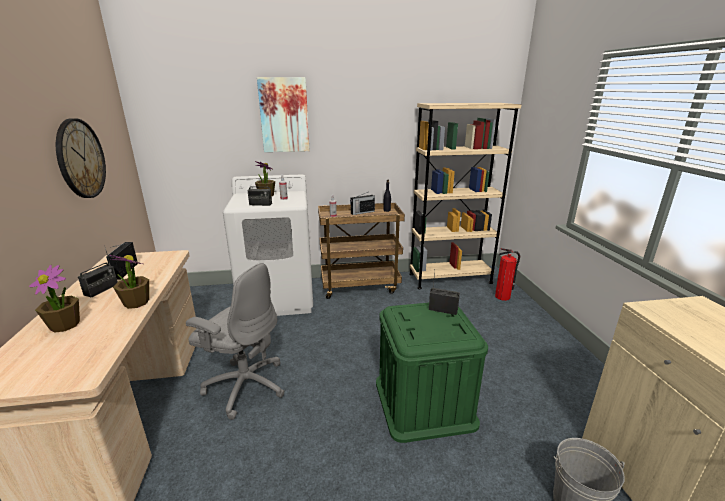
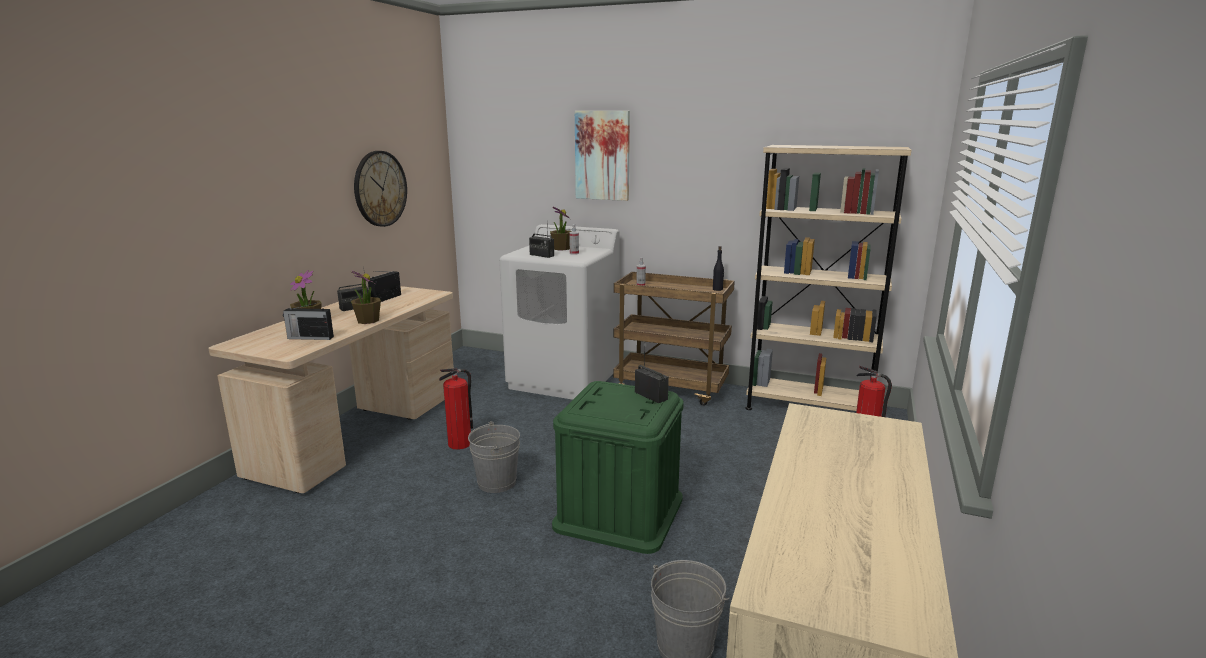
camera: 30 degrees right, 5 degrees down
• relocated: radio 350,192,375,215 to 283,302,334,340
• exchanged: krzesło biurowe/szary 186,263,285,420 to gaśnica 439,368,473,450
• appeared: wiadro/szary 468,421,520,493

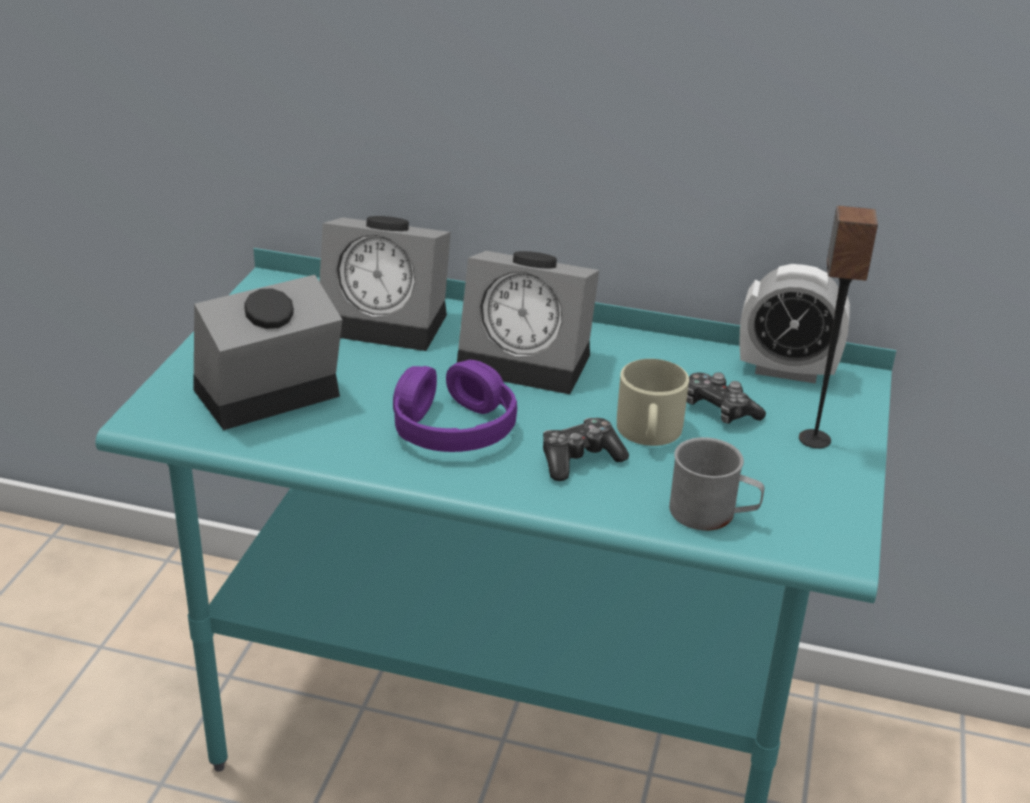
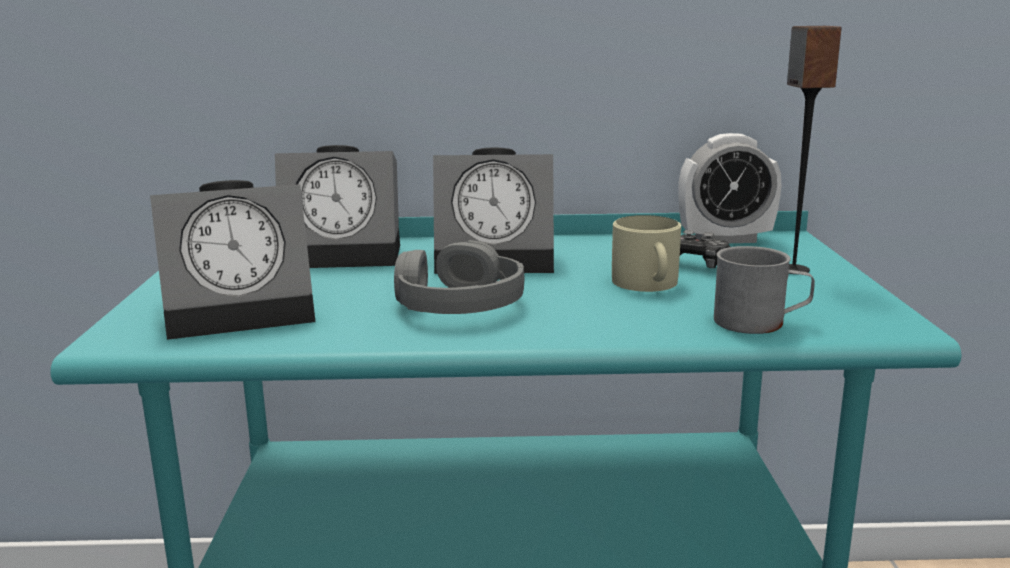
camera: 15 degrees left, 15 degrees down
• spun: budzik 194,275,342,430 = 150,180,315,340 150 degrees counterclockwise
• colour: słuchawki/fioletowy 393,360,517,452 to słuchawki/szary 394,240,525,314
• missing: pad do gier 543,418,629,481

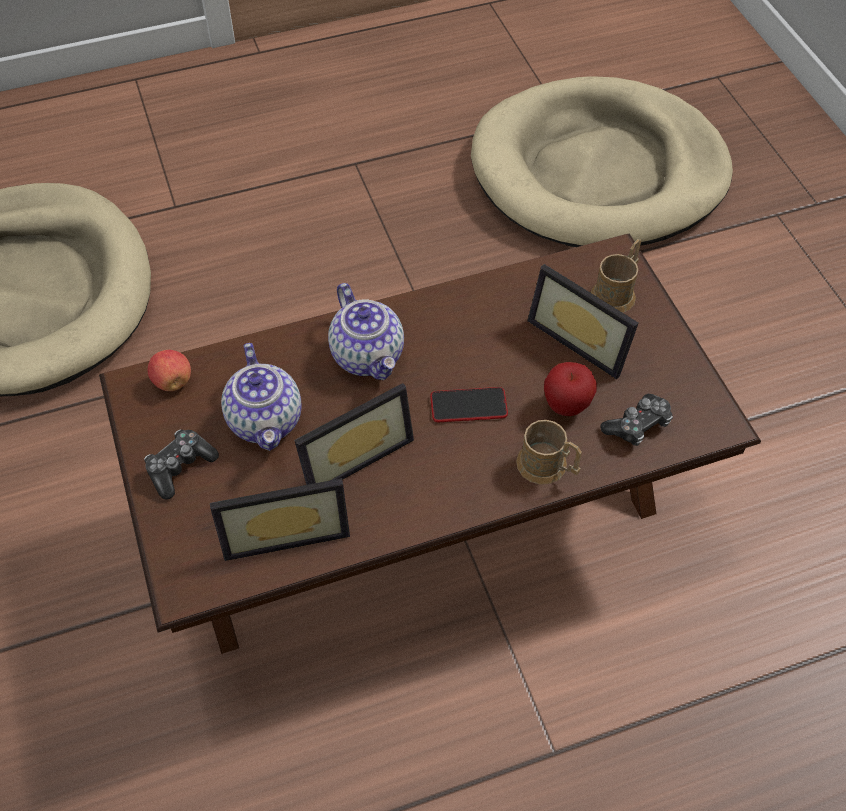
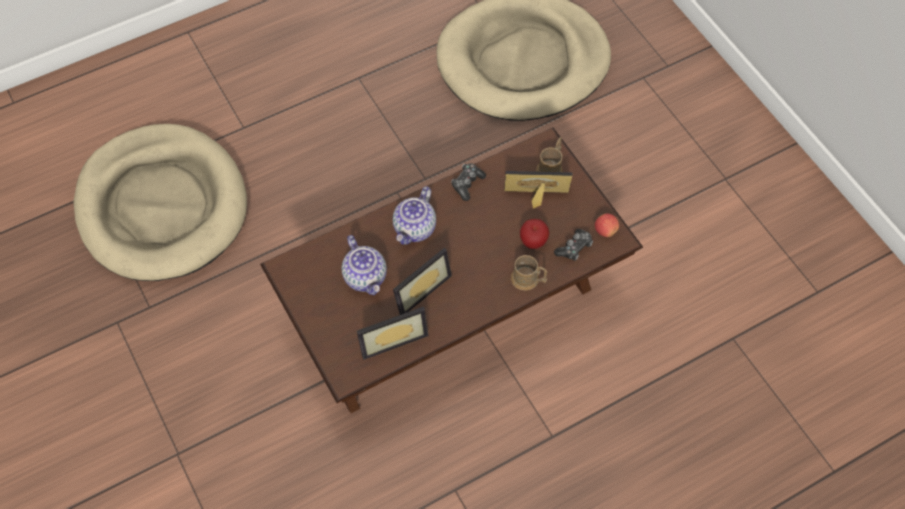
camera: 10 degrees left, 5 degrees up
• spun: imbryk 328,283,404,380 = 393,186,436,245 60 degrees clockwise
• relocated: pad do gier 144,430,219,499 to 451,163,486,201
• spun: ramka na zdjęcie 527,264,639,379 = 504,171,572,209 150 degrees clockwise
• relocated: jabłko 148,350,191,391 to 595,214,619,237
• missing: telefon 430,387,508,422

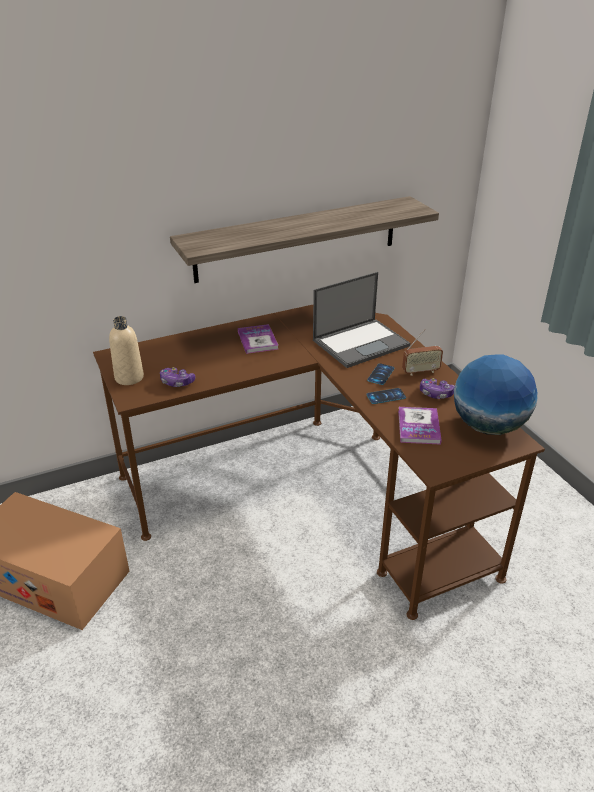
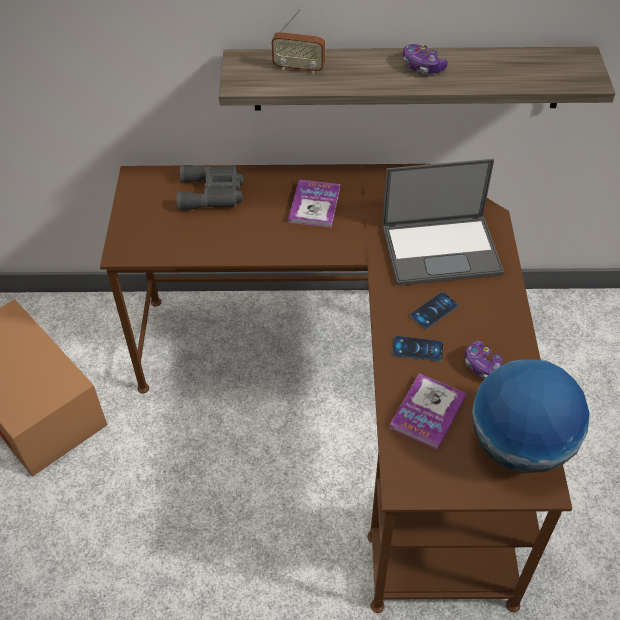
camera: 25 degrees right, 15 degrees up
• appeared: lornetka/szary 177,165,243,210
• relocated: radio 402,329,443,376 to 271,9,325,74
• relocated: pad do gier 160,367,195,387 to 403,44,448,74
• missing: butelka/beżowy 109,316,144,385

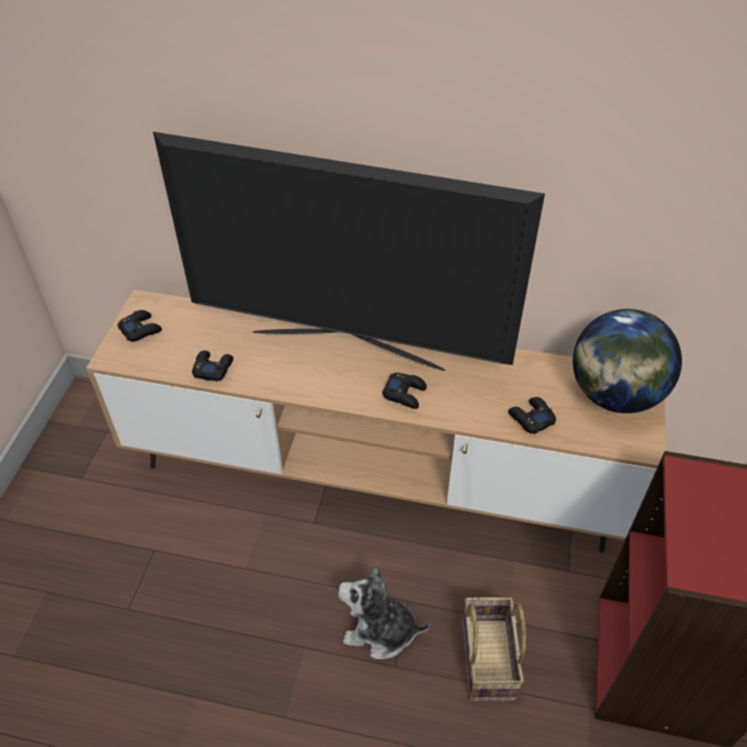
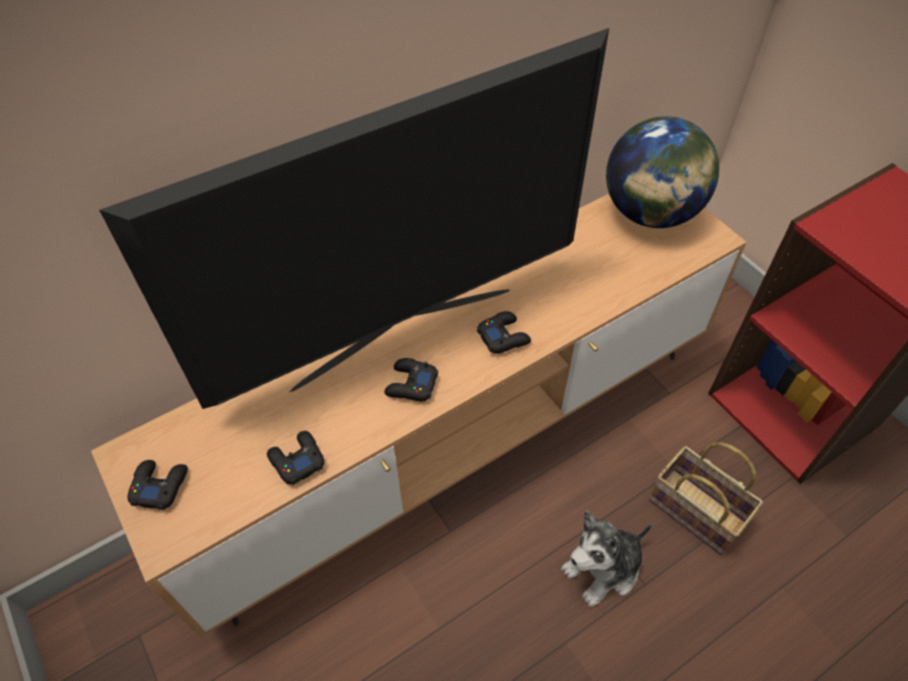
camera: 45 degrees left, 5 degrees up
• relocated: pad do gier/czarny 508,397,556,434 to 384,358,438,401

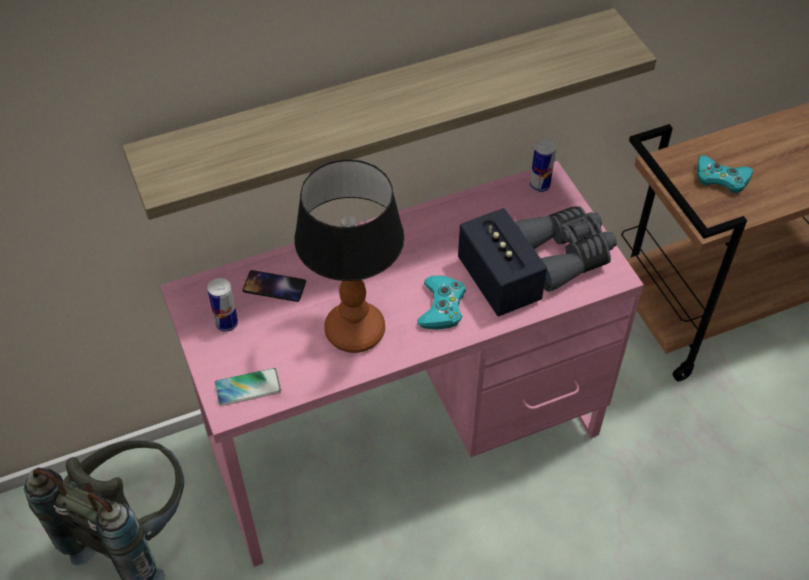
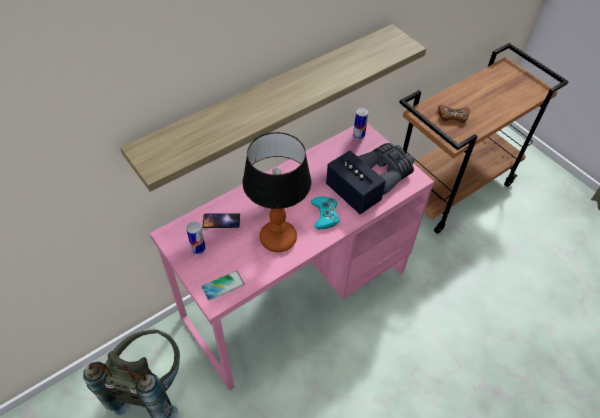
camera: 15 degrees left, 0 degrees up
• colour: pad do gier/turkusowy 697,155,753,193 to pad do gier/brązowy 438,105,470,123

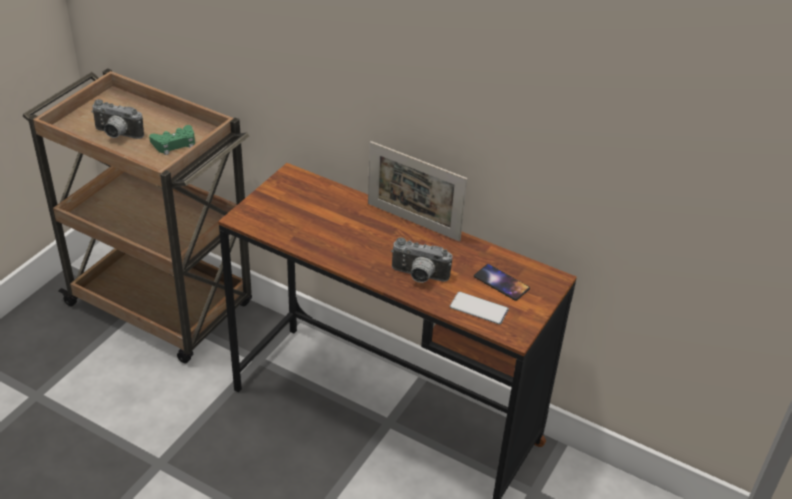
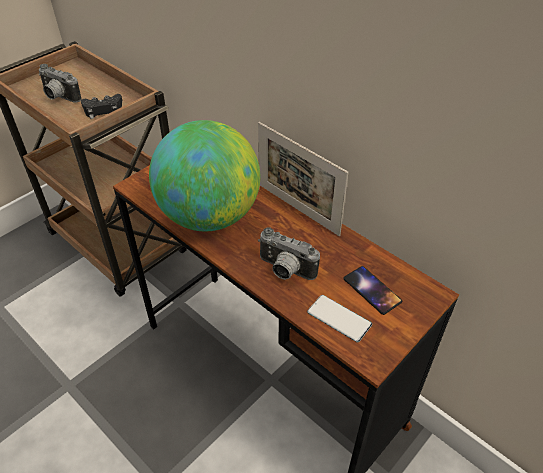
camera: 15 degrees right, 5 degrees up
• colour: pad do gier/zielony 149,125,195,155 to pad do gier/czarny 81,94,122,119
• appeared: globus 149,120,260,231

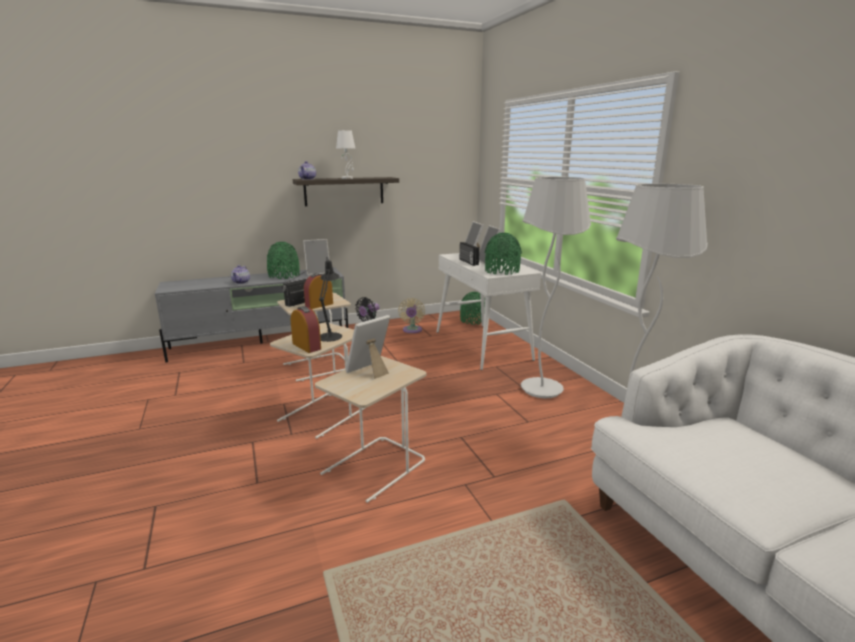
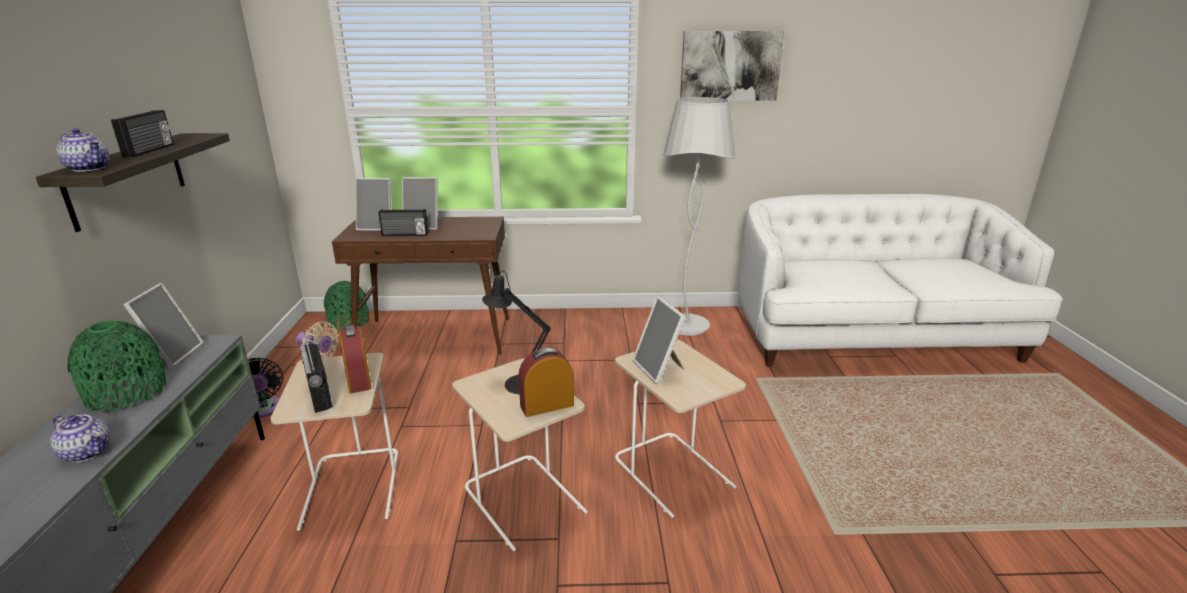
camera: 70 degrees left, 5 degrees up
• exchanged: lampa stołowa/biały 336,130,356,179 to radio 111,110,174,157
• colour: stolik konsolowy/biały 437,253,541,370 to stolik konsolowy/brązowy 332,217,509,355
• appeared: obraz 680,31,785,101
• missing: wazon/zielony 485,233,522,275
• missing: lampa stojąca/biały 521,177,591,399

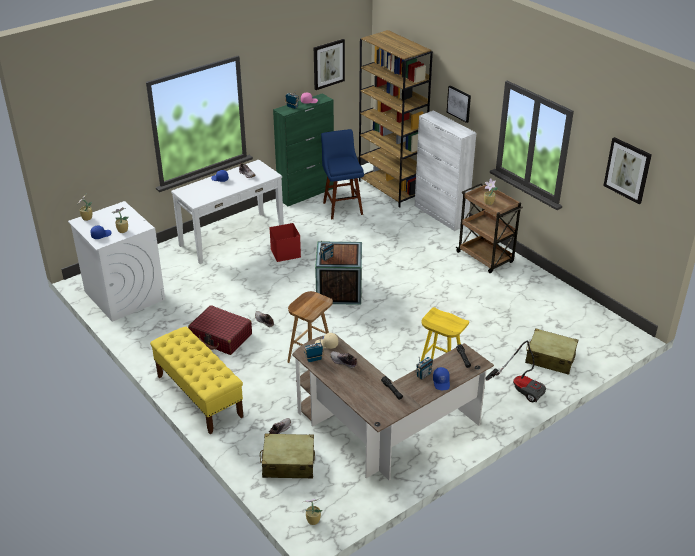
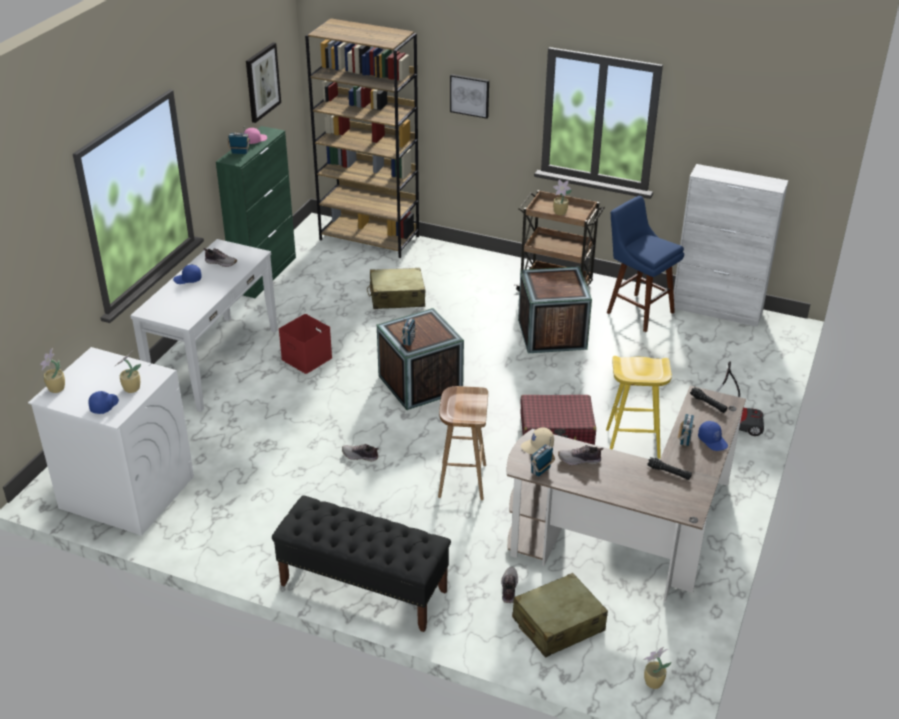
camera: 30 degrees left, 0 degrees up
• colour: ławka/żółty 150,326,244,434 to ławka/czarny 272,495,451,632
• relocated: walizka/beżowy 525,329,578,375 to 367,268,425,309
• appeared: skrzynka 518,267,592,353
• relocated: walizka/czerwony 188,305,252,355 to 521,395,596,445
• relocated: stołek/niebieski 321,129,364,219 to 607,196,684,332
• relocated: szafka/biały 415,110,476,231 to 674,164,788,327
• missing: obraz 603,137,652,204

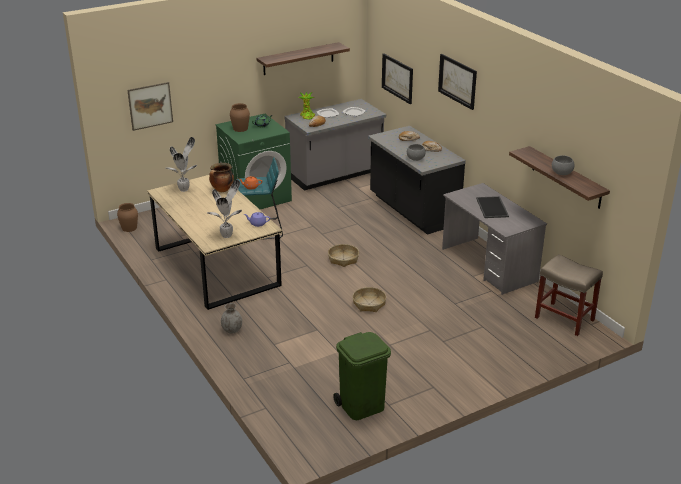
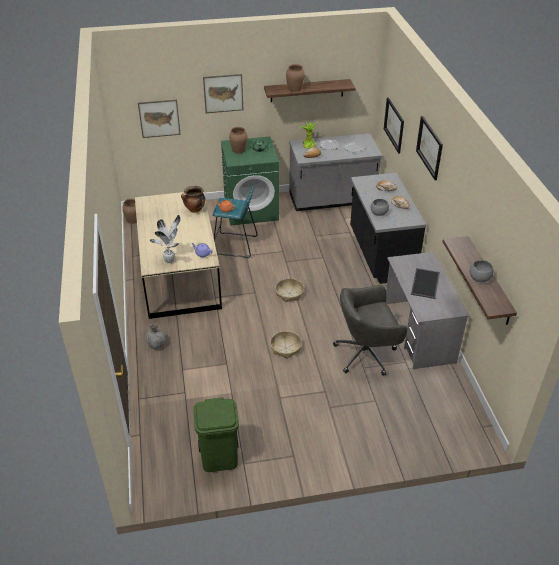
camera: 20 degrees right, 10 degrees up
• appeared: obraz 203,74,243,113
• appeared: wazon/brązowy 286,64,305,92
• appeared: krzesło biurowe/szary 333,285,407,376
• missing: roślina doniczkowa 166,137,197,192
• missing: stołek/beżowy 535,254,603,336

